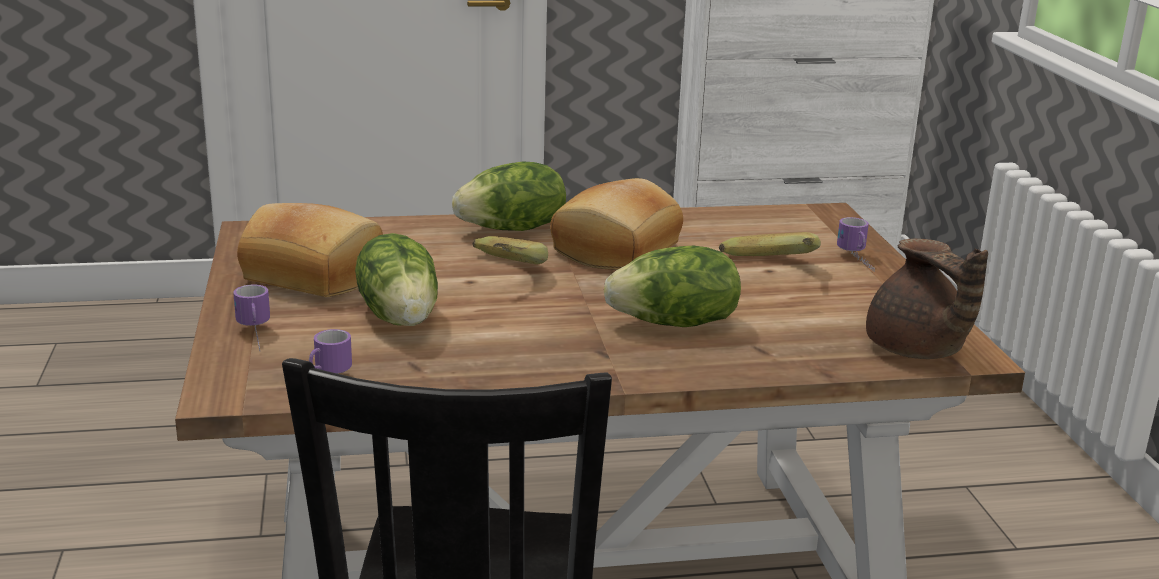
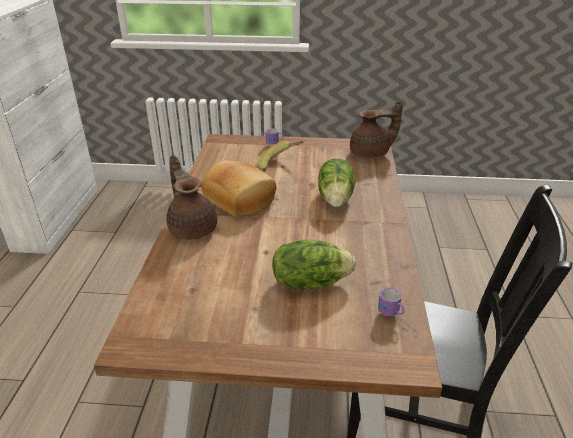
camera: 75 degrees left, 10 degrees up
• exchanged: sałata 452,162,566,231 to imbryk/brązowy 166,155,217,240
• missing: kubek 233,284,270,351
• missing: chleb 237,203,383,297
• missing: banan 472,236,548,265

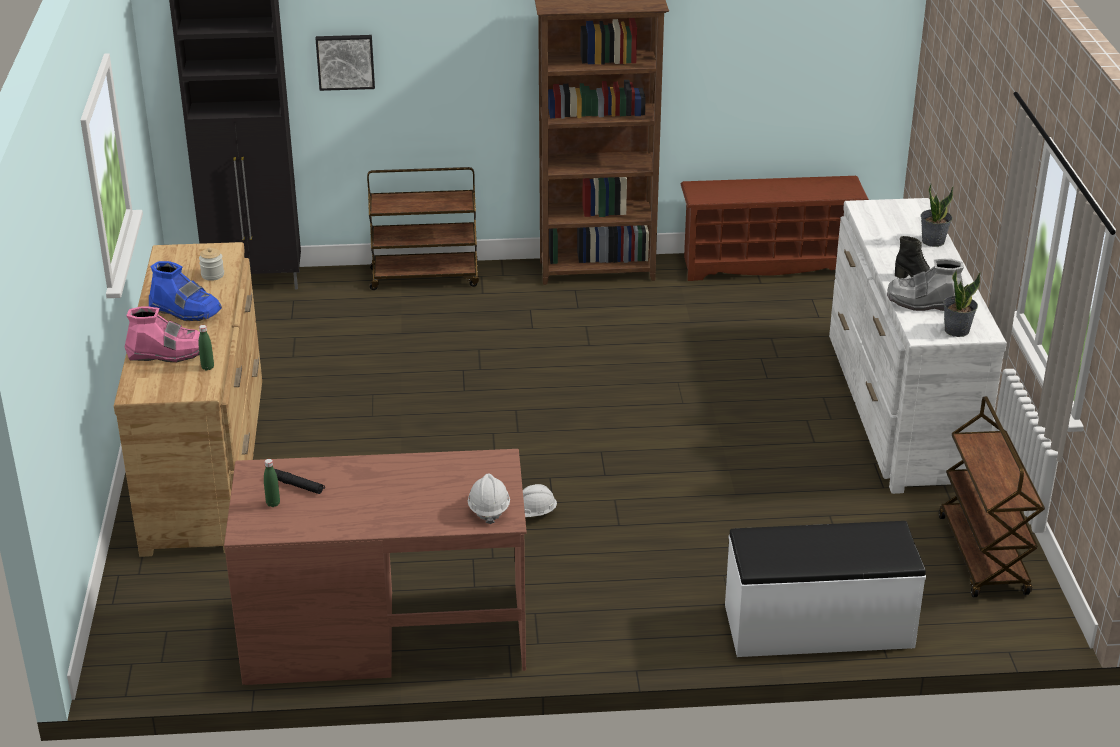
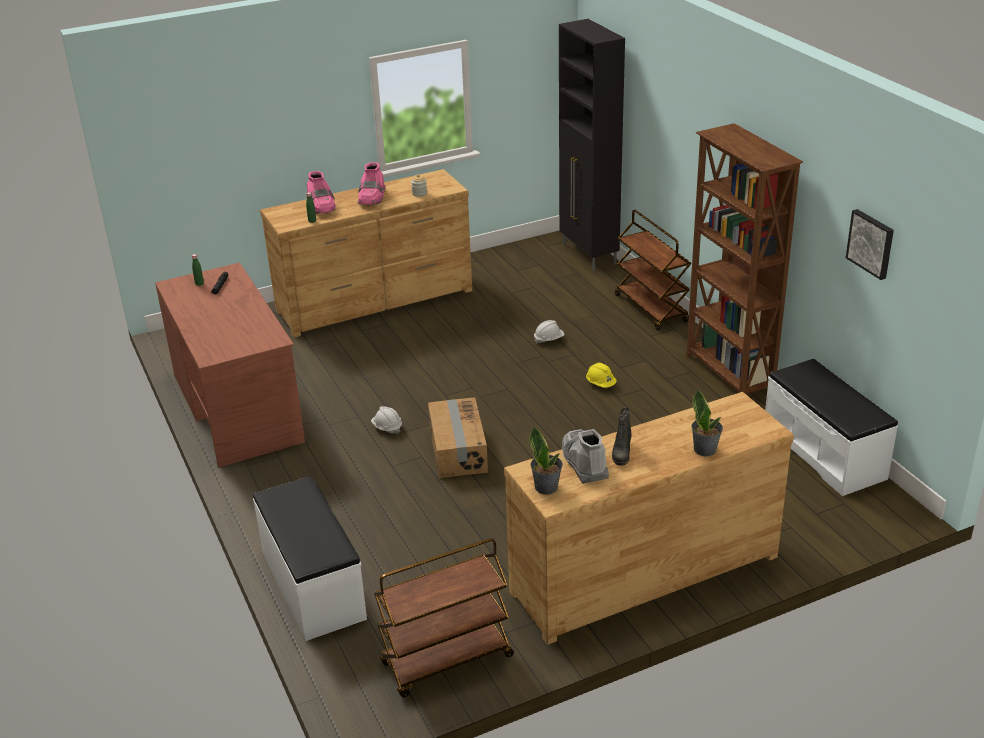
camera: 70 degrees right, 0 degrees up
• colour: but z cholewką/niebieski 149,261,222,321 to but z cholewką/różowy 358,162,386,205
• appeared: karton 428,397,488,478
• colour: komoda/biały 829,198,1007,494 to komoda/brązowy 504,392,794,645
• relocated: kask/biały 468,473,510,524 to 534,320,564,343
• appeared: kask/żółty 586,363,617,388
• exchanged: regał na buty/brązowy 681,176,869,281 to ławka/biały 765,359,898,496
• relocated: obraz 316,35,375,91 to 846,209,894,280

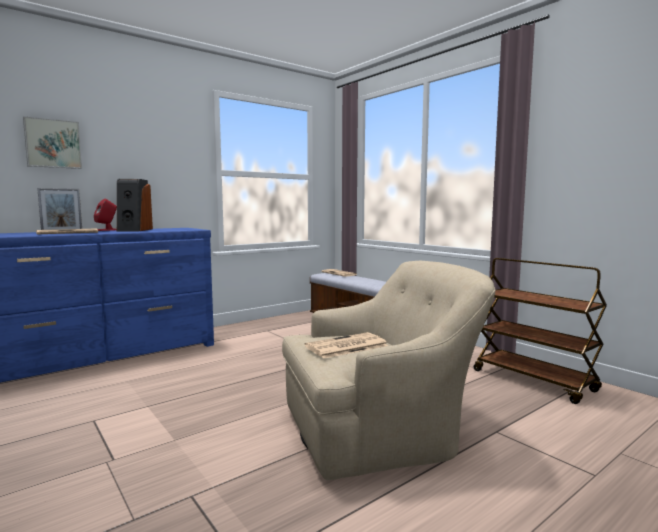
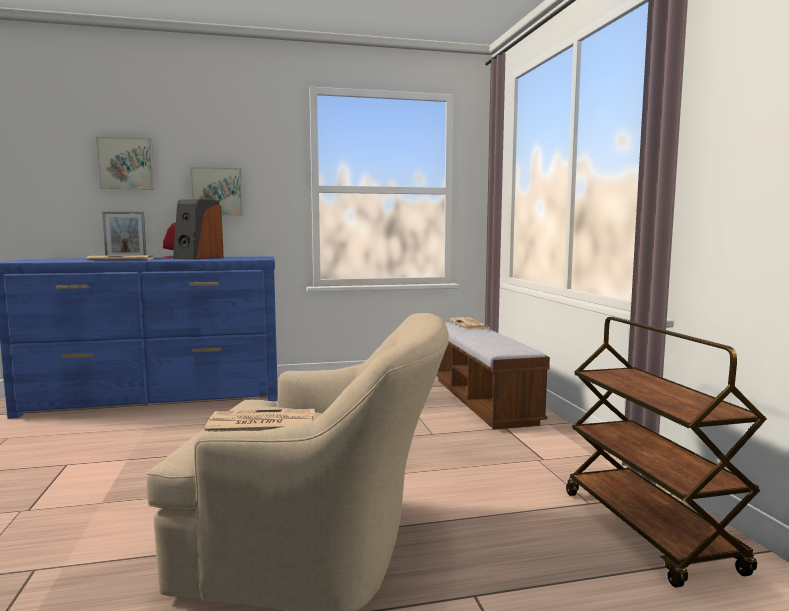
camera: 25 degrees right, 0 degrees up
• appeared: obraz 190,167,243,217

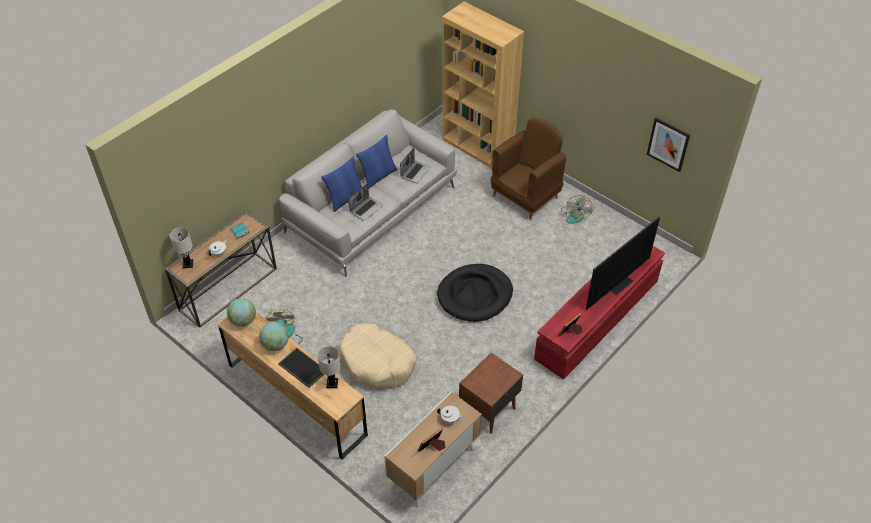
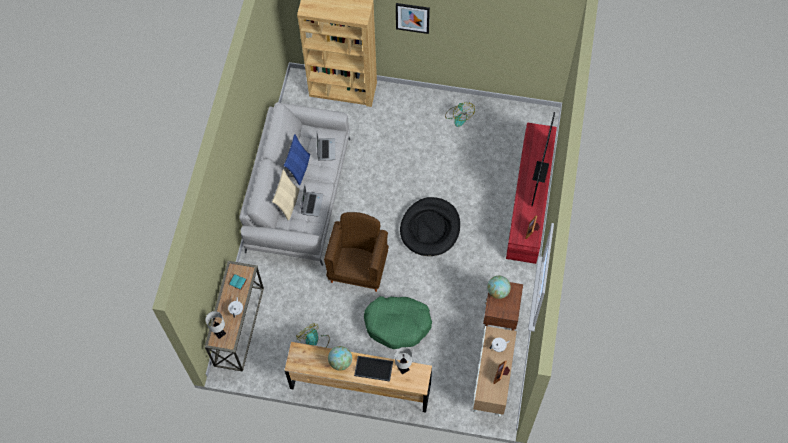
camera: 30 degrees left, 15 degrees up
• colour: poduszka/niebieski 321,157,362,212 to poduszka/beżowy 272,169,299,221
• relocated: fotel/brązowy 491,118,566,220 to 324,212,389,292
• colour: legowisko/beżowy 338,323,417,390 to legowisko/zielony 364,296,432,349
• relocated: obraz 647,118,690,172 to 396,3,430,34
• relocated: globus 227,298,256,327 to 487,276,511,299

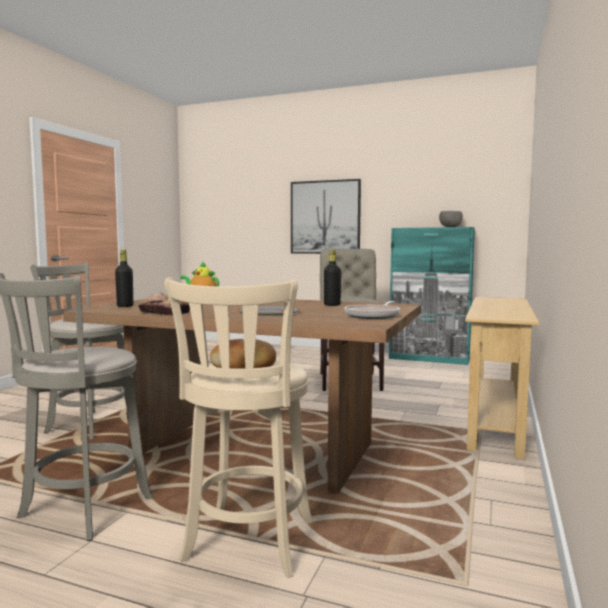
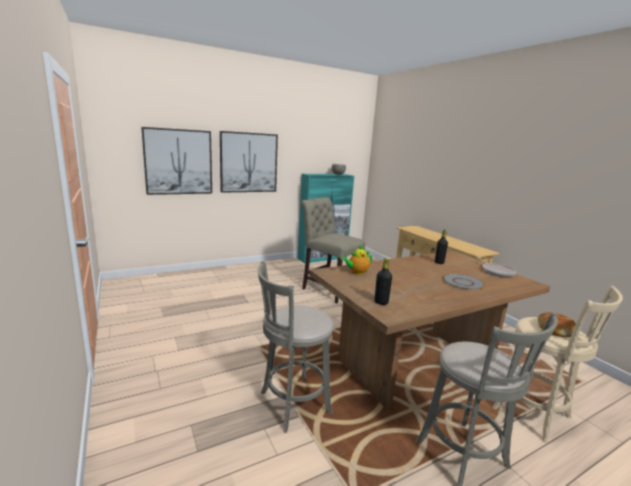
camera: 50 degrees left, 10 degrees up
• appeared: obraz 141,127,212,195
• missing: chleb 138,292,190,316

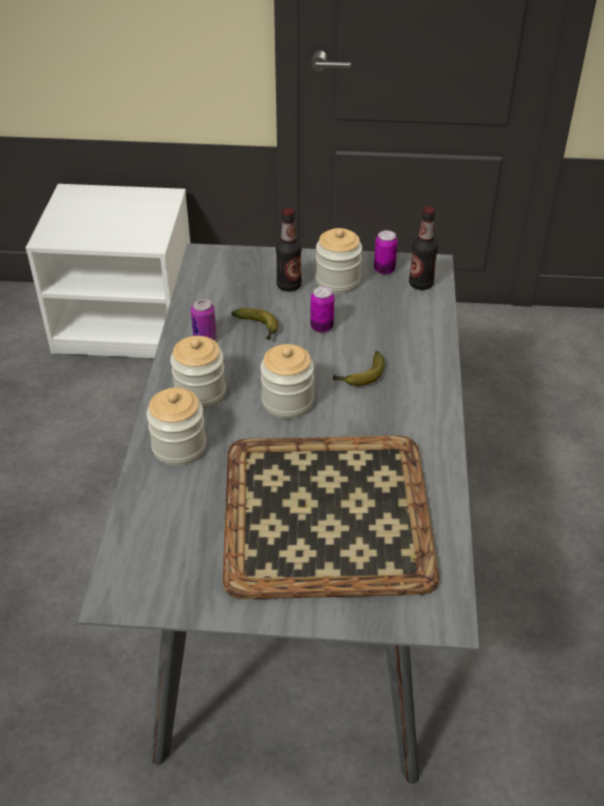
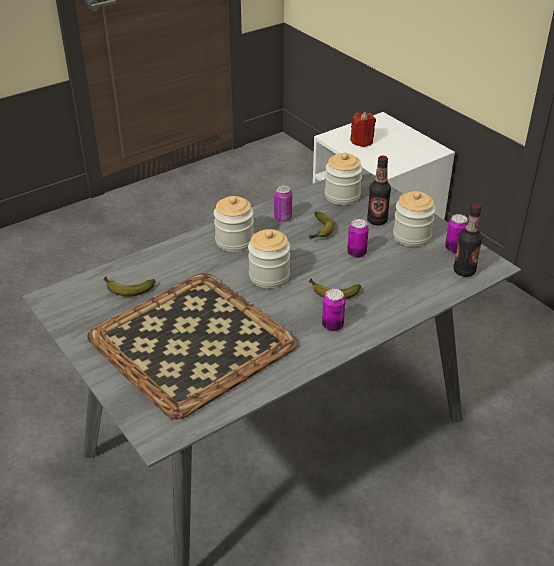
camera: 50 degrees right, 5 degrees down
• appeared: banan 103,276,156,296
• appeared: puszka 322,289,345,331
• relocated: słoik 146,388,206,466 to 325,152,363,205
• appeared: świeca/czerwony 350,112,376,147

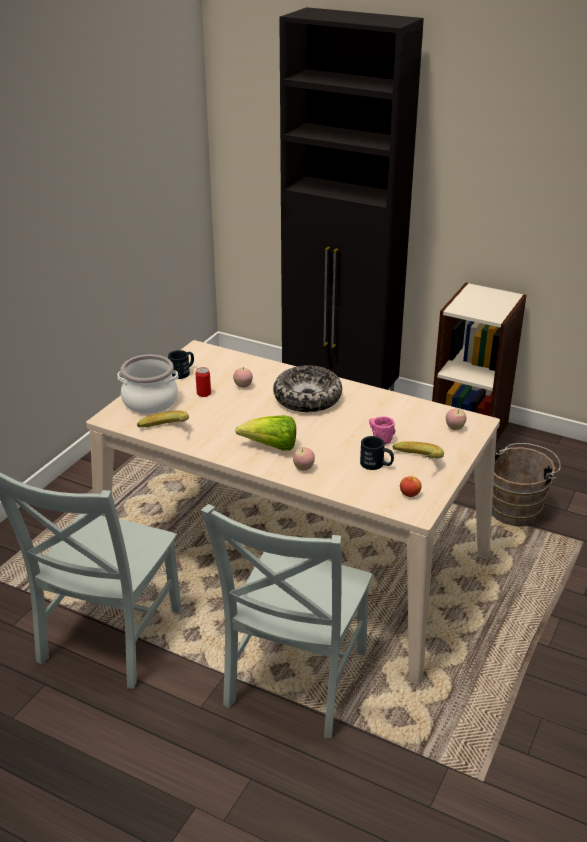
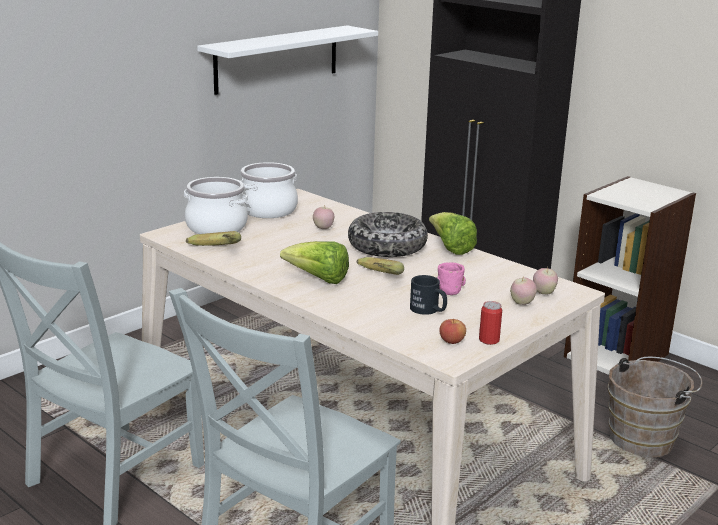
camera: 15 degrees right, 10 degrees down
• appeared: półka/biały 197,25,378,95
• exchanged: kubek/czarny 168,350,194,379 to garnek 240,162,298,218
• relocated: banan 393,441,444,458 to 356,257,404,275
• appeared: sałata 429,212,477,255
• relocated: puszka 196,367,211,397 to 479,301,502,345
• relocated: jabłko 293,447,315,471 to 510,277,537,305

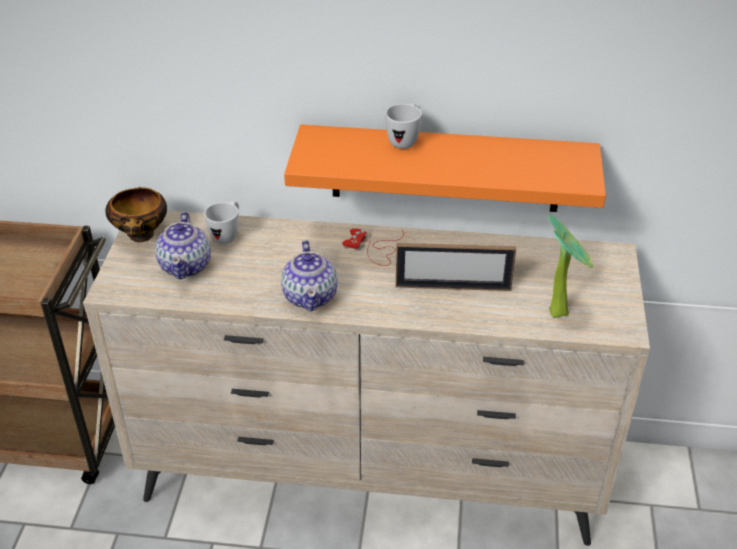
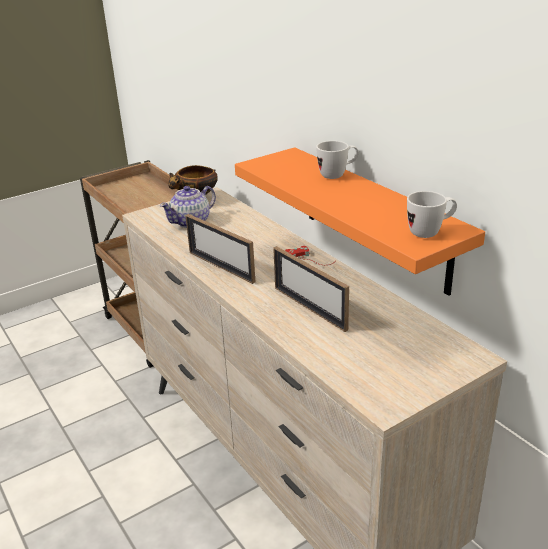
camera: 50 degrees right, 10 degrees down
• exchanged: imbryk 281,240,338,311 to ramka na zdjęcie 185,214,255,284
• relocated: kubek/biały 204,201,239,244 to 407,191,457,238
• missing: roślina doniczkowa 547,214,593,318

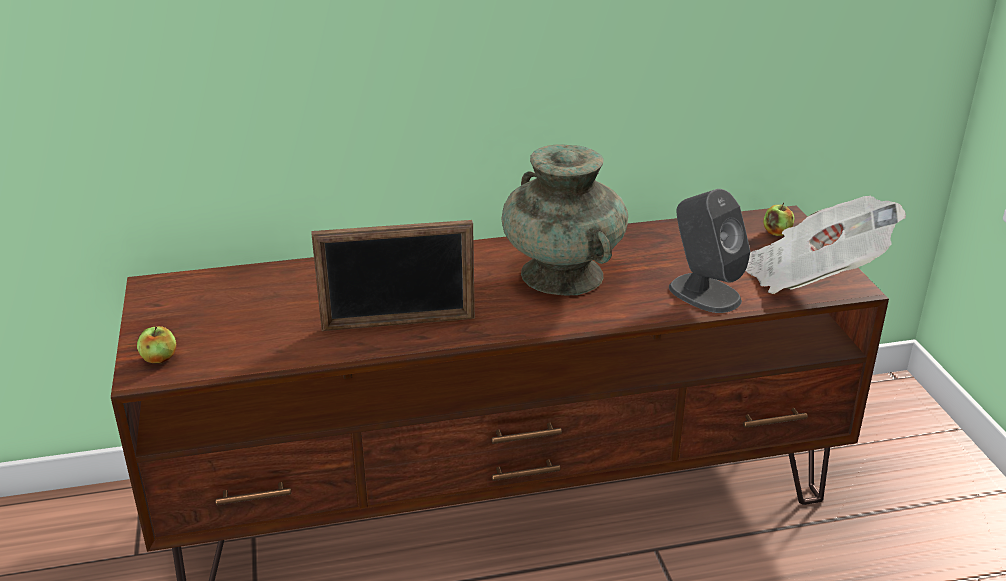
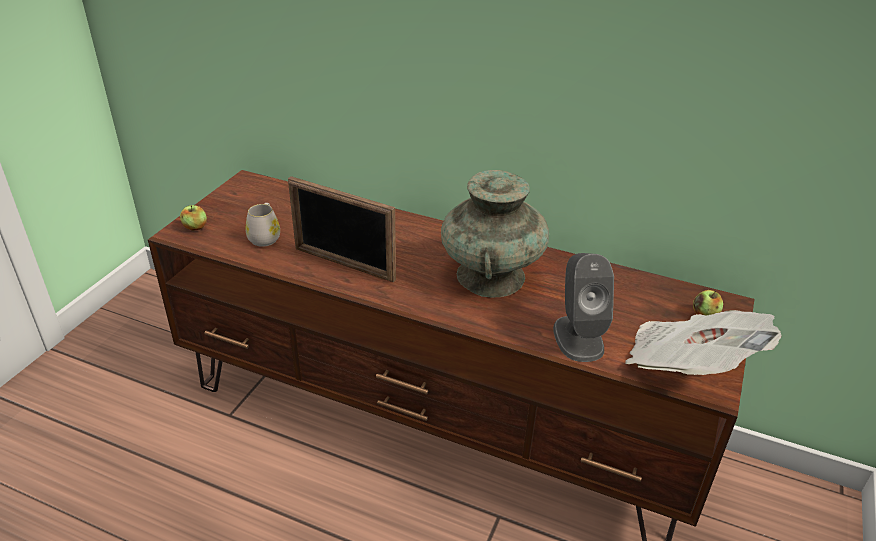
camera: 35 degrees right, 5 degrees up
• appeared: kubek/biały 245,203,280,247

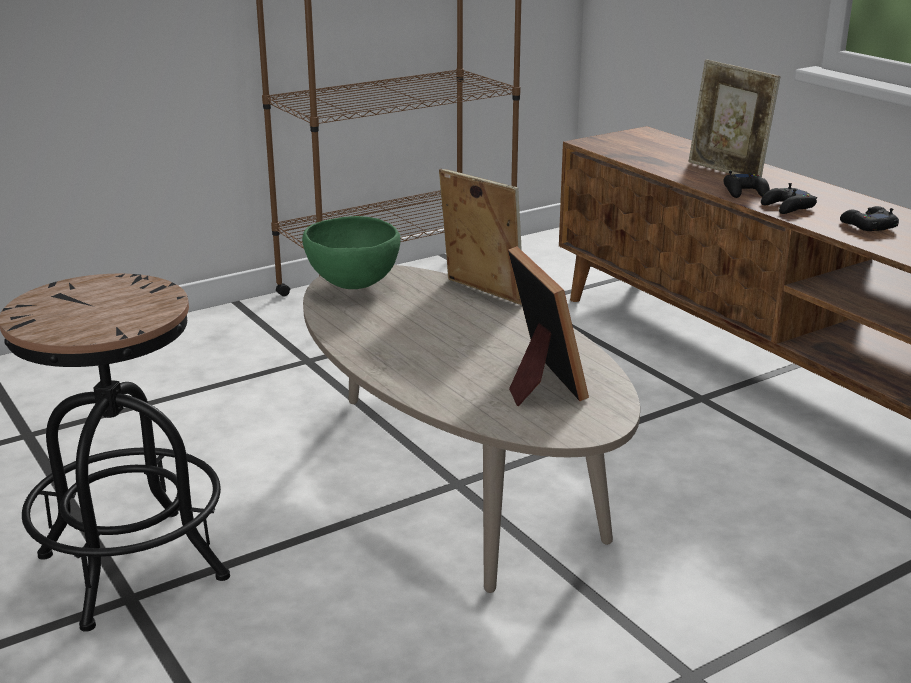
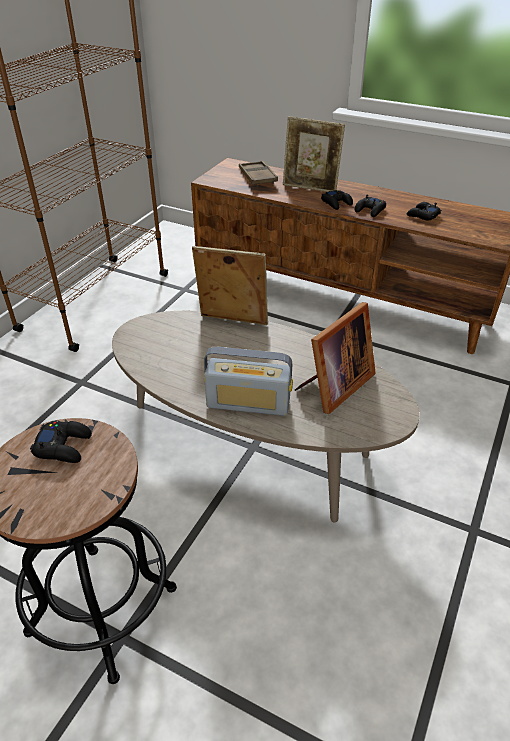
camera: 30 degrees left, 15 degrees up
• appeared: pad do gier/czarny 30,421,92,463
• appeared: radio 204,347,293,416
• appeared: taca/brązowy 239,161,278,186
• spun: ramka na zdjęcie 508,246,589,406 = 295,302,376,414 90 degrees clockwise
• missing: miska/zielony 302,216,400,289

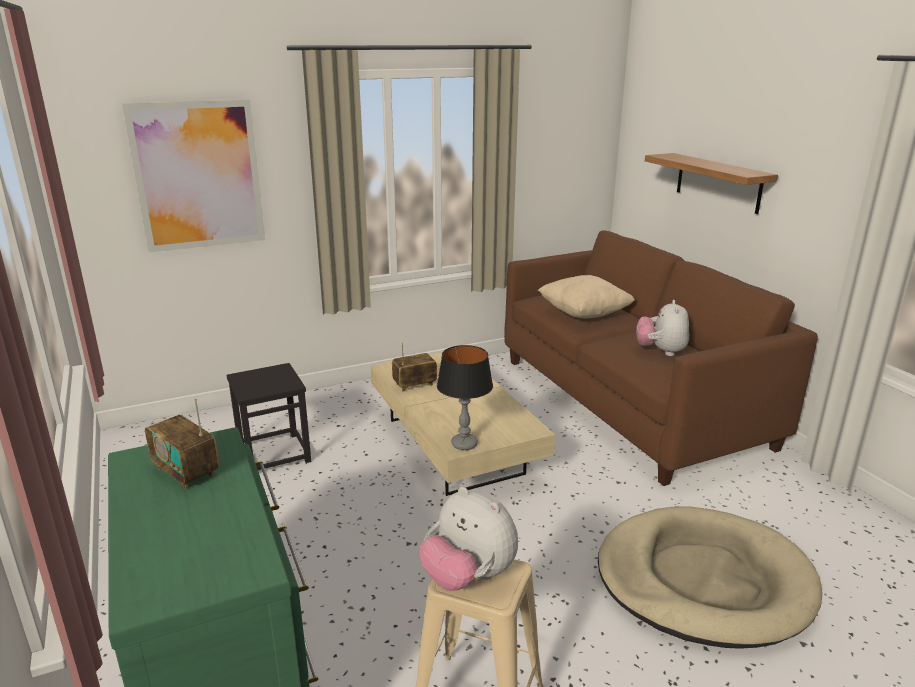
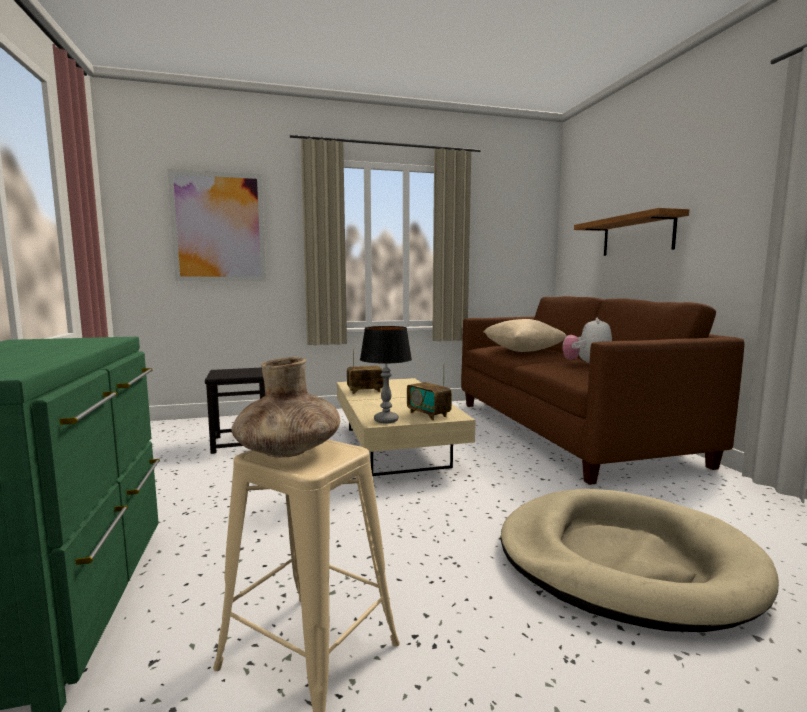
camera: 10 degrees right, 15 degrees down
• exchanged: pluszak 420,487,518,591 to wazon/brązowy 231,357,340,458
• relocated: radio 145,398,219,490 to 407,363,452,420

